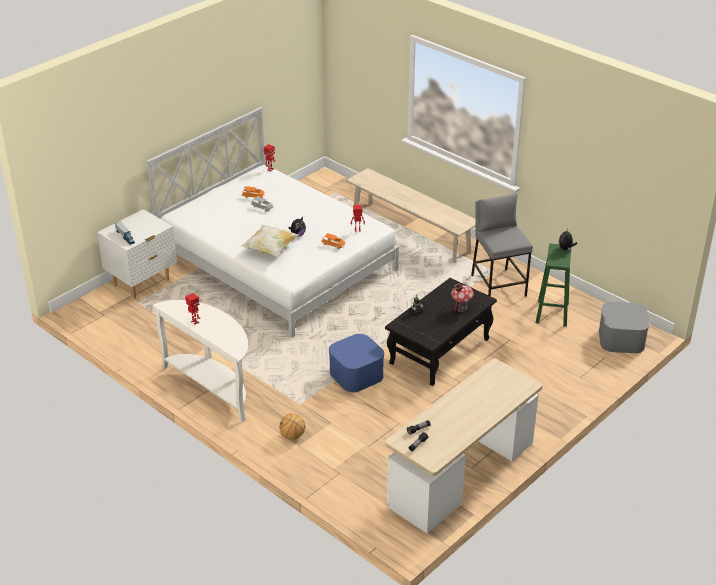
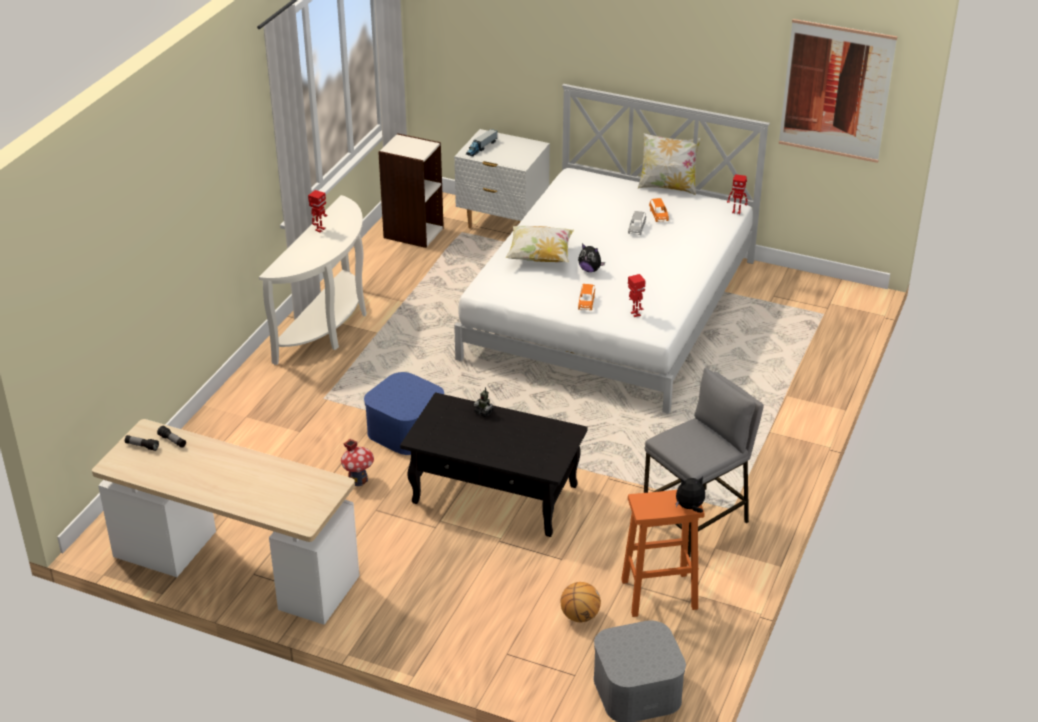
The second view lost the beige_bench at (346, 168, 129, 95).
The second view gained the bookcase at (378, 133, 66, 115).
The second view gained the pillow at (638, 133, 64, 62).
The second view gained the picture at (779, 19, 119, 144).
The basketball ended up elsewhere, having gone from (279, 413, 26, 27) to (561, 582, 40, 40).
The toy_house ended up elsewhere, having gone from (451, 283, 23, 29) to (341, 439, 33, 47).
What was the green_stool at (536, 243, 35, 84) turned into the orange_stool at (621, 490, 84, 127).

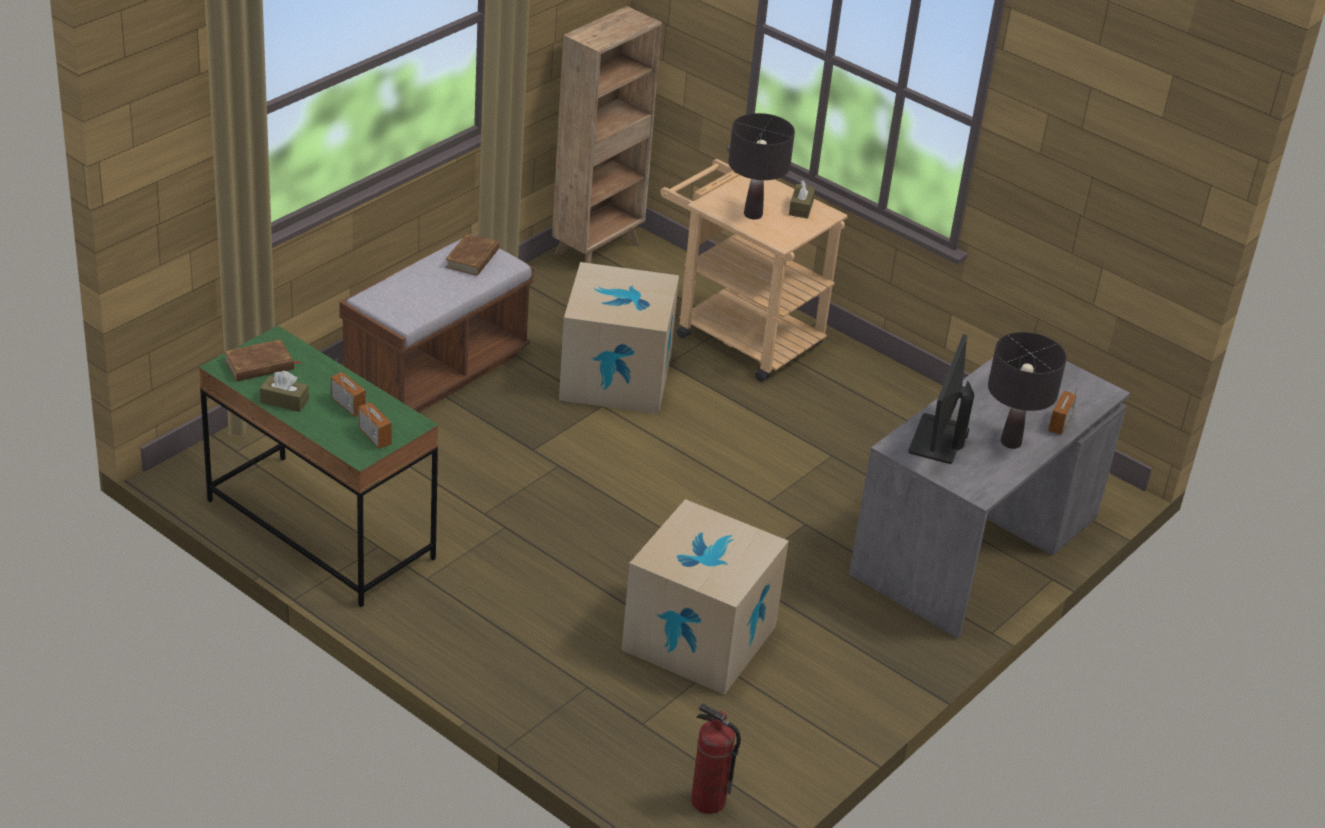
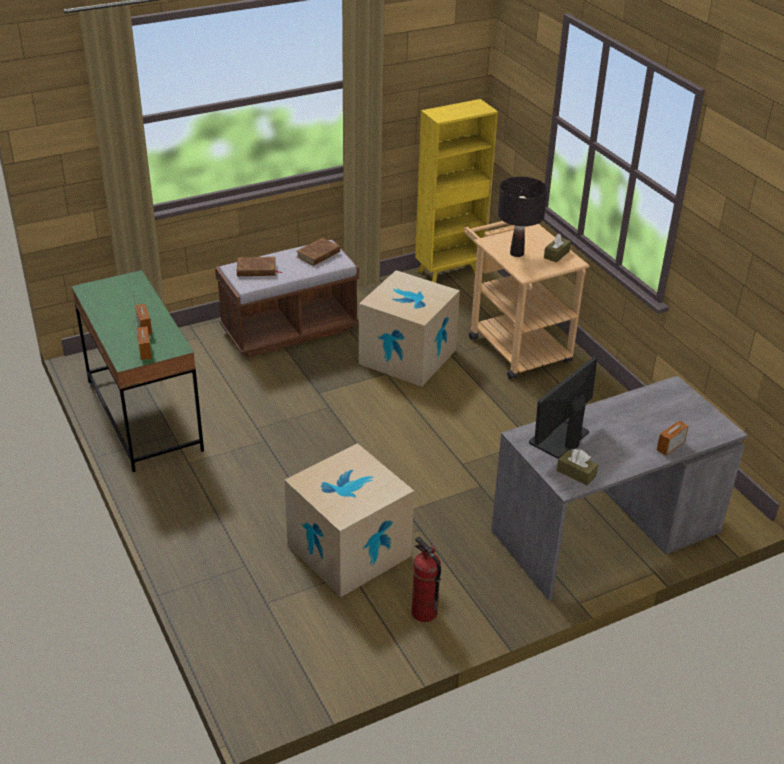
The second view lost the black_table_lamp at (988, 332, 79, 117).
The brown_book ended up elsewhere, having gone from (224, 339, 77, 43) to (237, 257, 45, 19).
The brown_tissue_box ended up elsewhere, having gone from (260, 371, 49, 41) to (557, 449, 41, 36).
The fire_extinguisher ended up elsewhere, having gone from (691, 703, 50, 111) to (411, 536, 30, 86).
What was the brown_bookcase at (552, 6, 110, 257) turned into the yellow_bookcase at (415, 99, 83, 184).

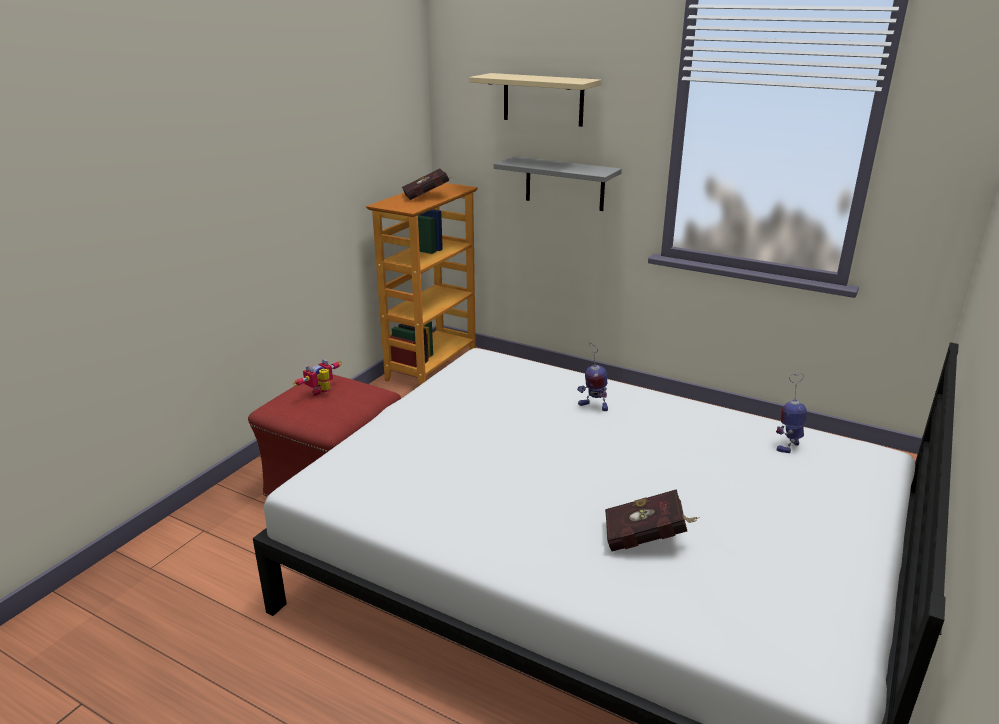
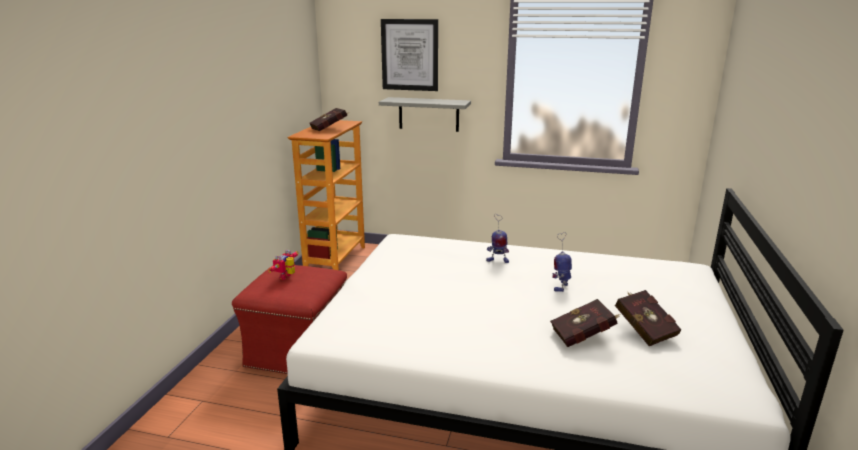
The second view gained the red_book at (615, 290, 67, 56).
The toy_robot ended up elsewhere, having gone from (776, 373, 31, 80) to (552, 232, 20, 60).
Where the beige_shelf hung at (469, 73, 132, 54), the picture came to hang at (381, 19, 57, 72).

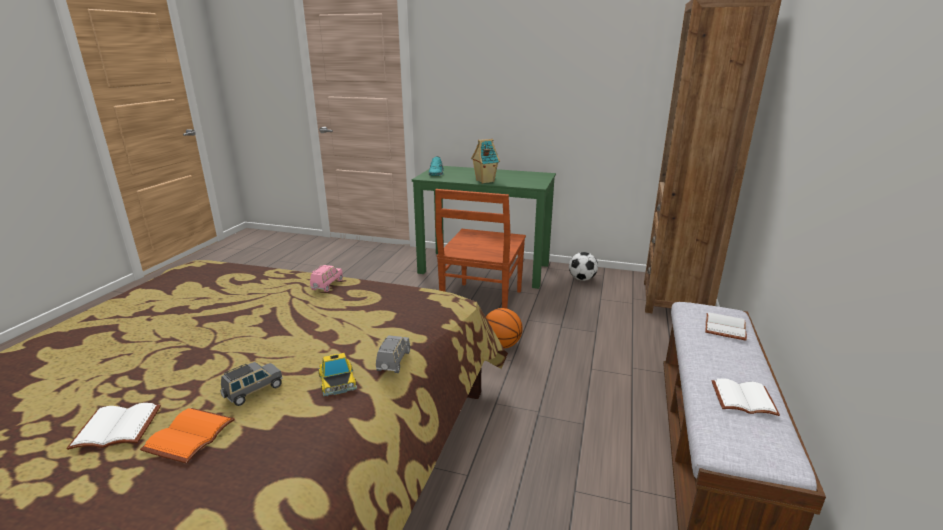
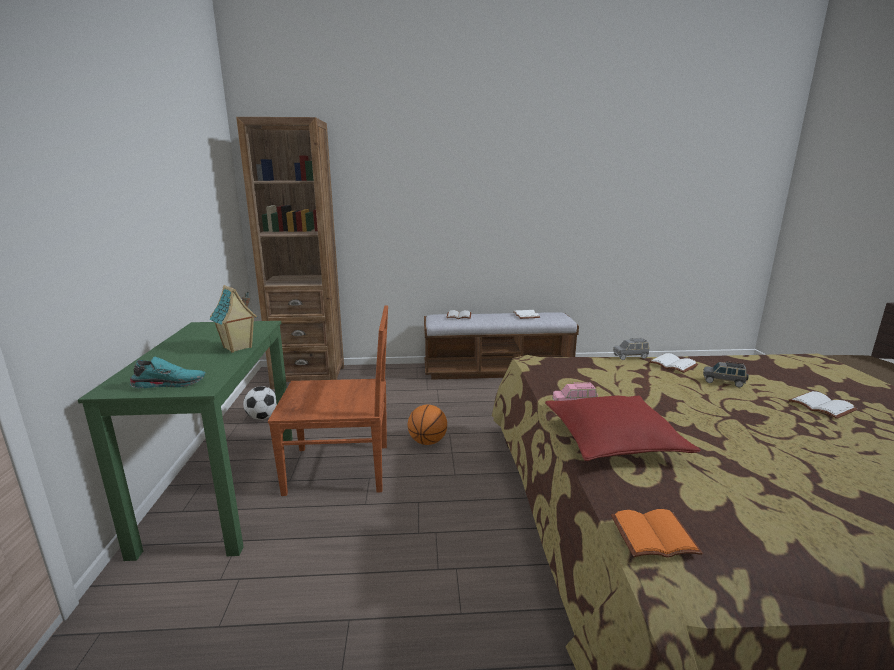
The second view gained the red_pillow at (545, 396, 156, 65).
The orange_book ended up elsewhere, having gone from (140, 408, 95, 56) to (611, 509, 92, 49).
Where the toy_car stood at (318, 353, 39, 43), the white_book came to stand at (649, 353, 49, 20).

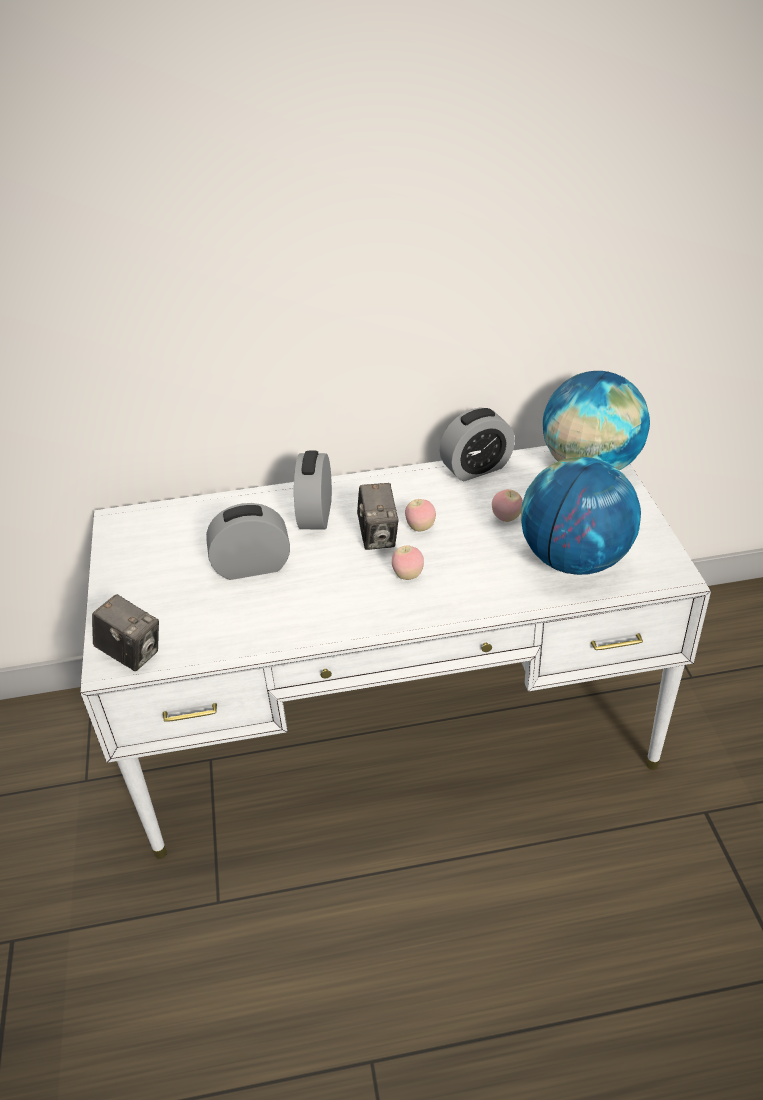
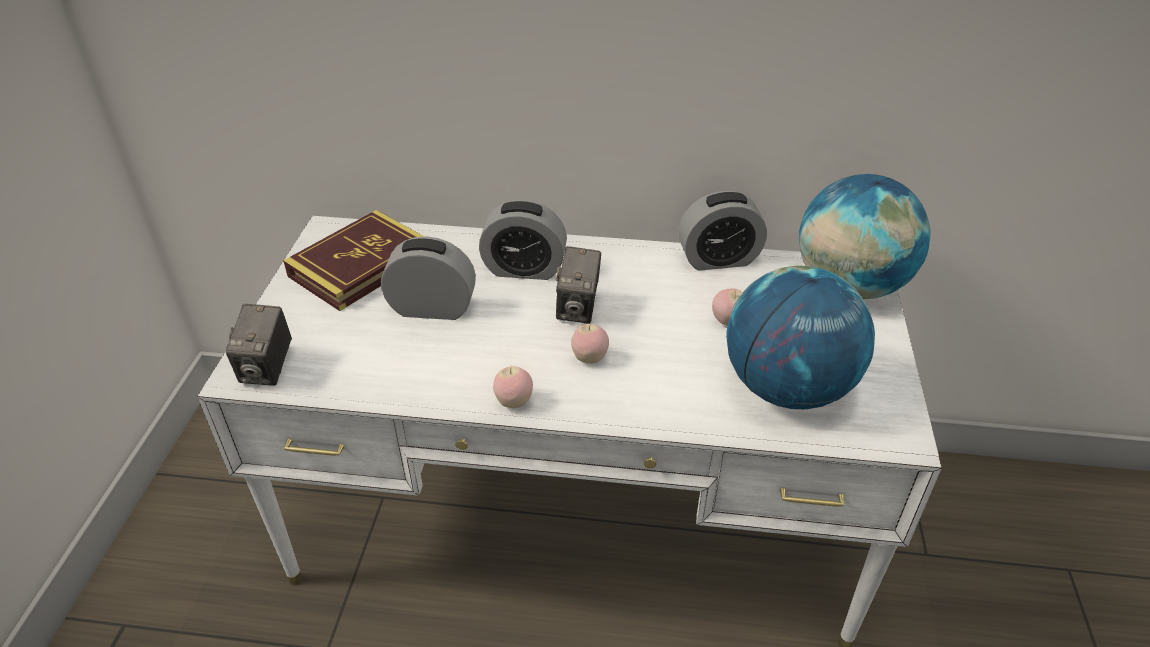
The second view gained the book at (283, 210, 141, 101).
The apple ended up elsewhere, having gone from (405, 499, 31, 33) to (493, 366, 40, 42).
The photo_camera at (92, 594, 67, 77) ended up facing another way, 45 degrees clockwise from before.
The alarm_clock at (294, 451, 38, 78) ended up facing another way, 105 degrees counterclockwise from before.

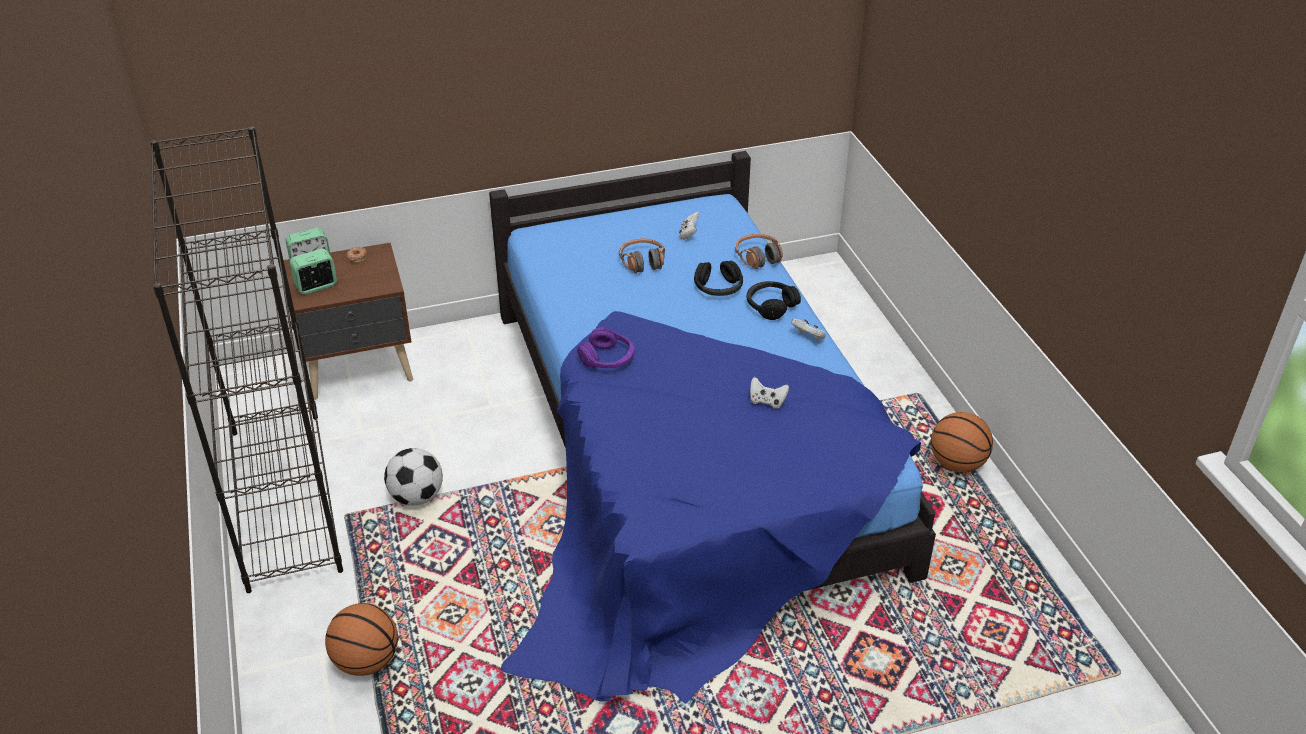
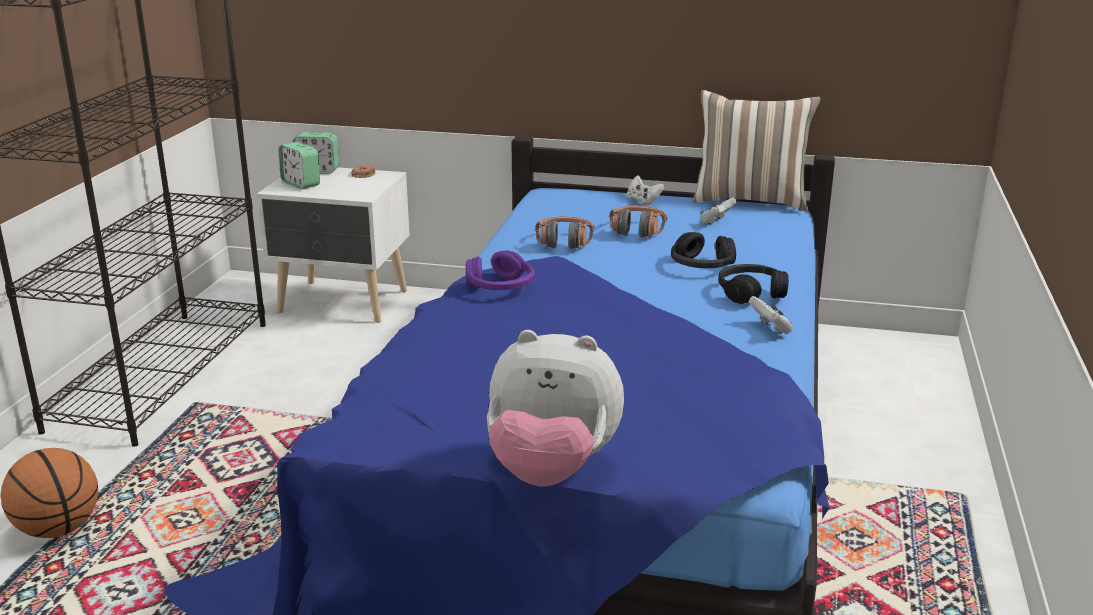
The second view lost the football at (384, 448, 59, 58).
The second view lost the basketball at (931, 412, 62, 61).
The second view gained the plush_toy at (486, 330, 138, 156).
The second view gained the pillow at (693, 90, 128, 121).
The headphones ended up elsewhere, having gone from (735, 234, 48, 35) to (535, 216, 60, 34).
The white_game_controller ended up elsewhere, having gone from (750, 377, 39, 32) to (627, 175, 37, 30).
What was the brown_nightstand at (283, 243, 130, 157) turned into the white_nightstand at (257, 167, 153, 156).
The alarm_clock at (290, 249, 47, 46) ended up facing another way, 135 degrees counterclockwise from before.

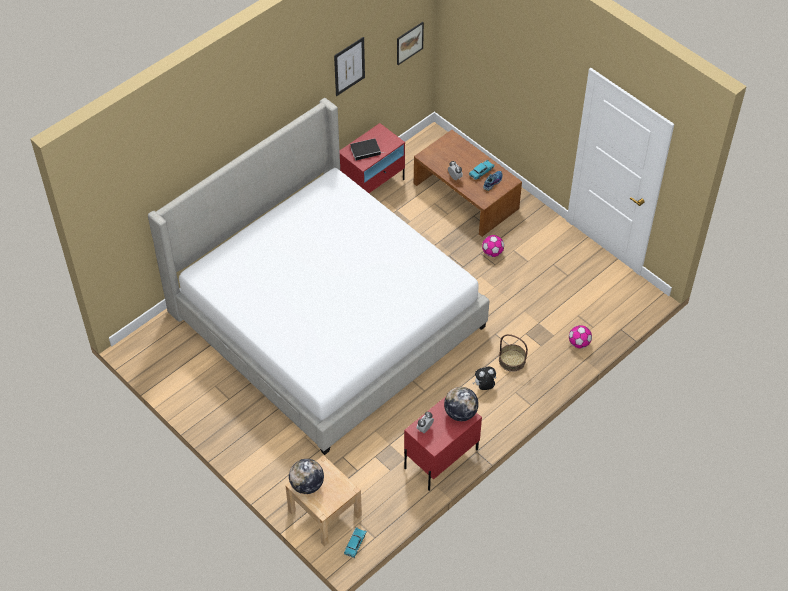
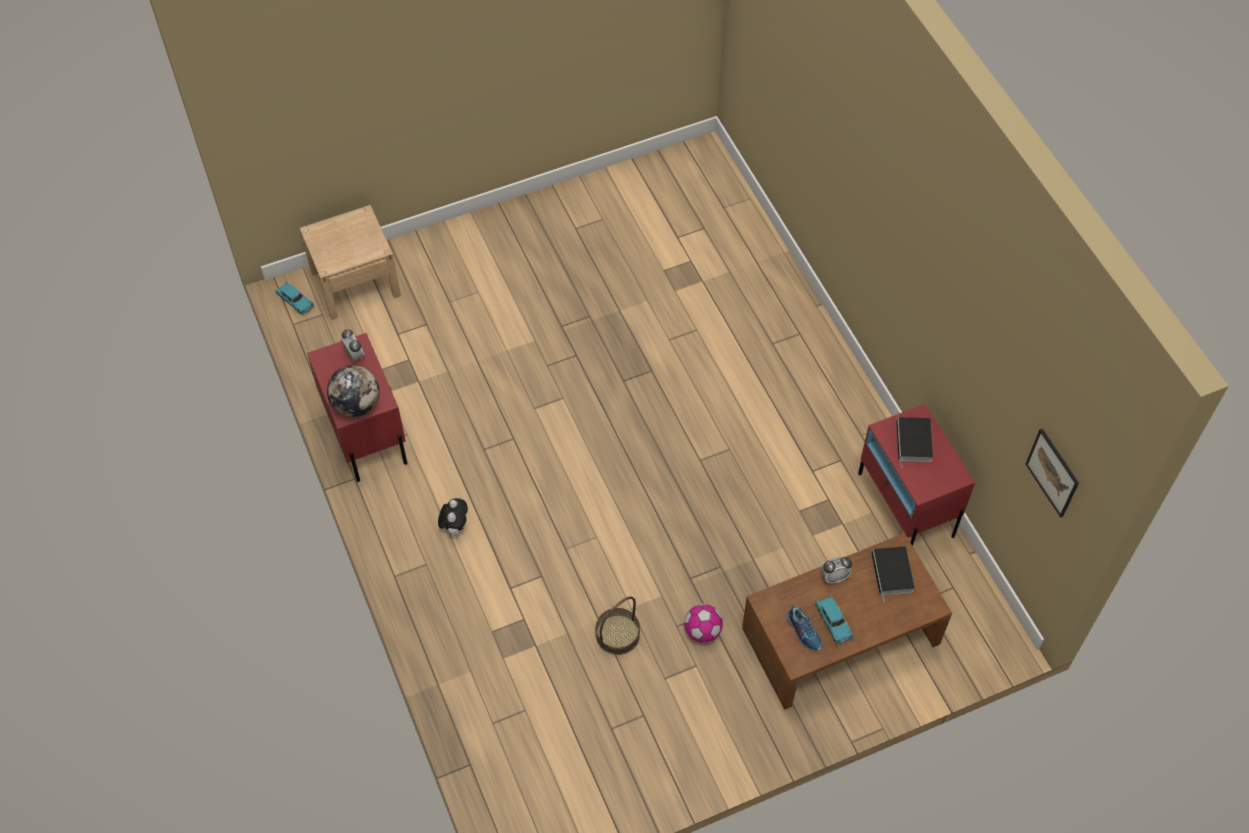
The second view lost the bed at (148, 98, 341, 357).
The second view lost the globe at (289, 459, 35, 35).
The second view lost the picture at (334, 37, 31, 59).
The second view lost the football at (569, 325, 23, 23).
The second view gained the book at (871, 546, 44, 57).
The basket ended up elsewhere, having gone from (499, 334, 29, 38) to (595, 596, 45, 59).

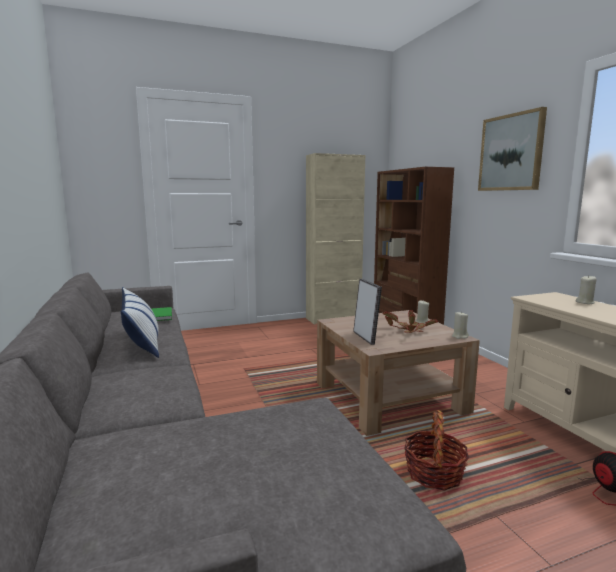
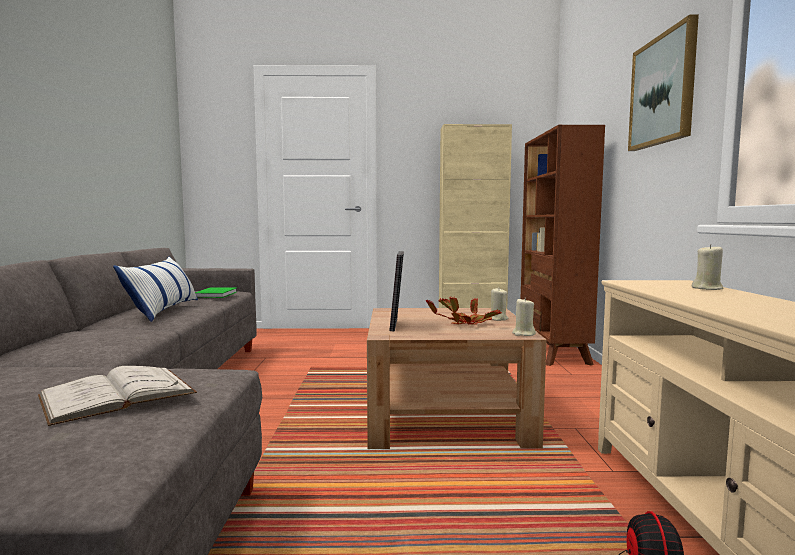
The second view lost the basket at (404, 410, 65, 81).
The second view gained the white_book at (38, 366, 159, 60).

